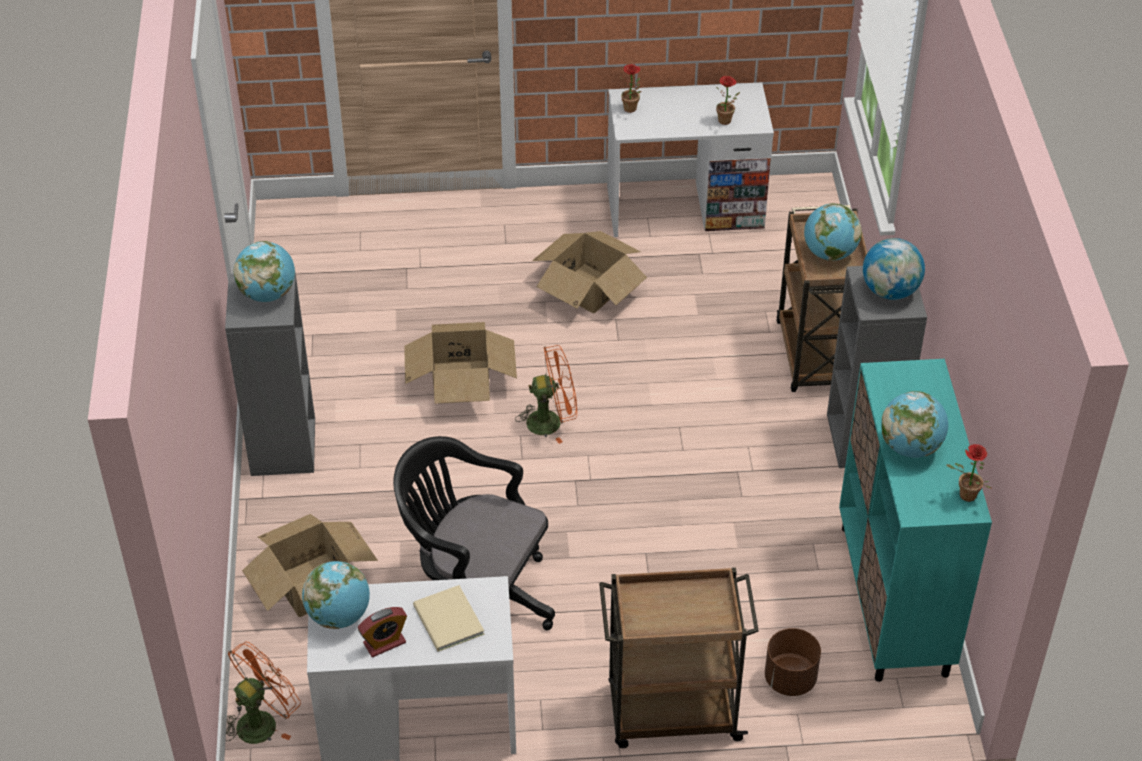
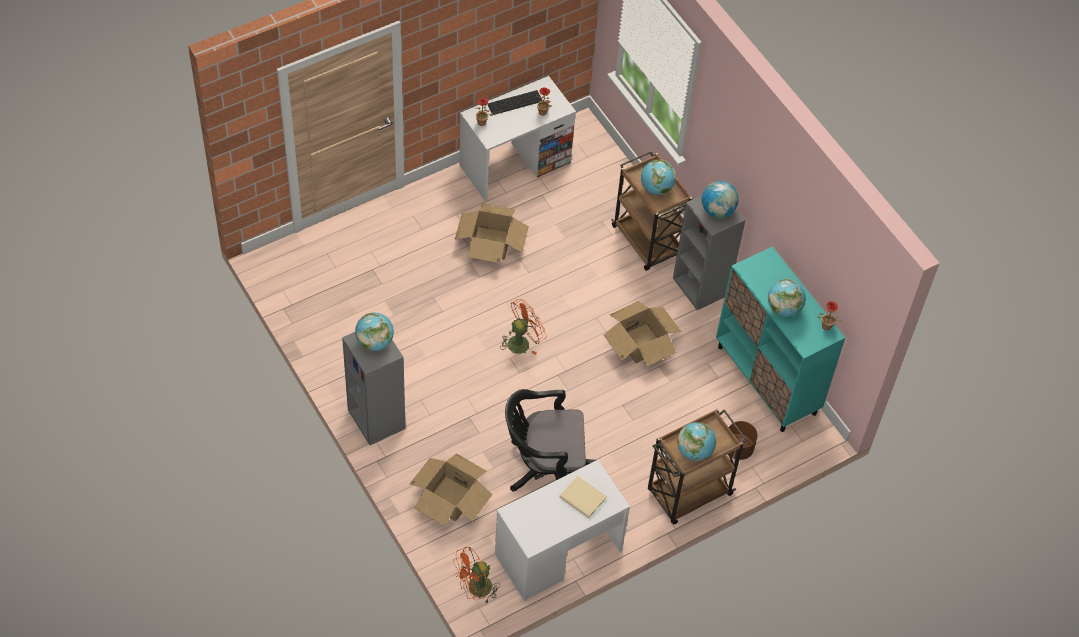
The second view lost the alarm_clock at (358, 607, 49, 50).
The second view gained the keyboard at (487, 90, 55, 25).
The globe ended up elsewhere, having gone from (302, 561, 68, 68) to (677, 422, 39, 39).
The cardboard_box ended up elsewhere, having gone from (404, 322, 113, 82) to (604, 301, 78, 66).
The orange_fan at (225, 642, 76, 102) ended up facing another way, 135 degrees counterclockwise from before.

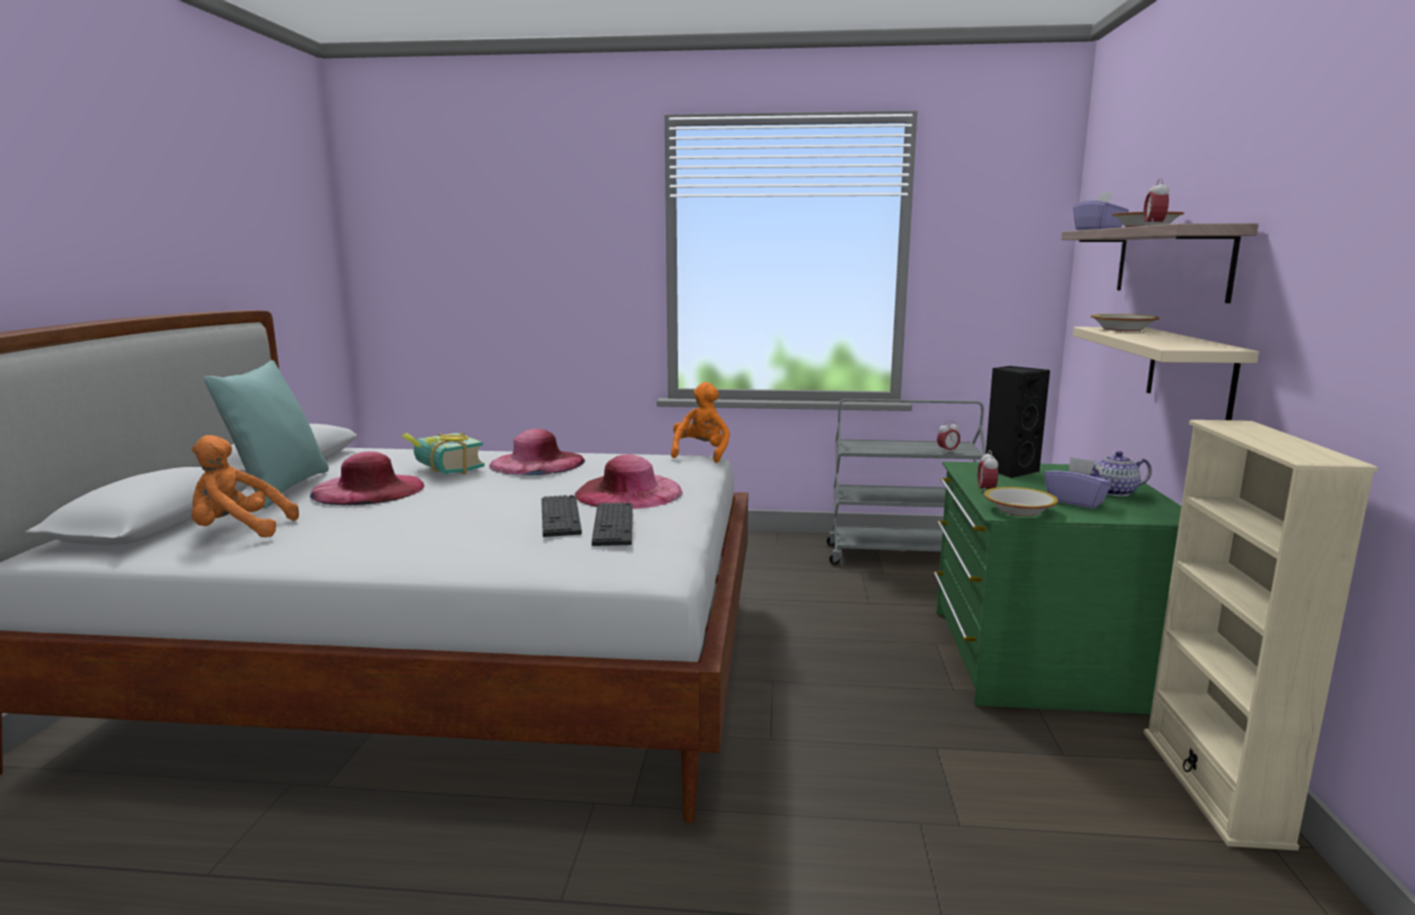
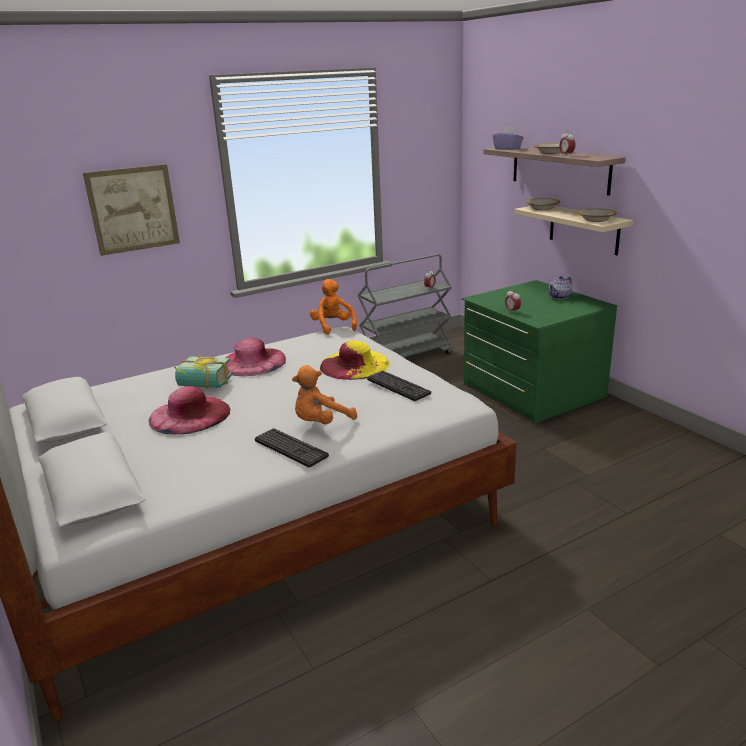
The second view lost the turquoise_pillow at (204, 360, 125, 148).
The second view lost the black_speaker at (986, 366, 64, 113).
The second view lost the purple_tissue_box at (1044, 457, 68, 52).
The second view lost the beige_bookcase at (1143, 420, 235, 431).
The second view gained the picture at (83, 164, 97, 92).
The orange_plush_toy ended up elsewhere, having gone from (191, 435, 108, 102) to (292, 365, 65, 59).
The keyboard ended up elsewhere, having gone from (541, 495, 41, 42) to (255, 428, 74, 40).
The bowl ended up elsewhere, having gone from (984, 487, 74, 29) to (578, 209, 39, 13).
What was the pink_hat at (575, 454, 108, 55) turned into the yellow_hat at (320, 340, 69, 40).

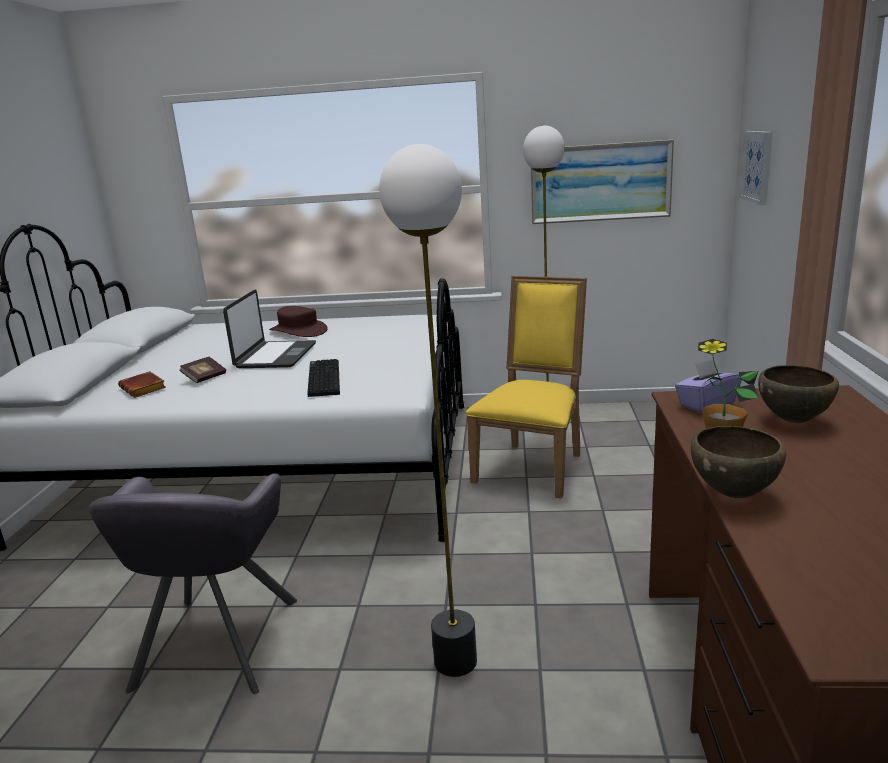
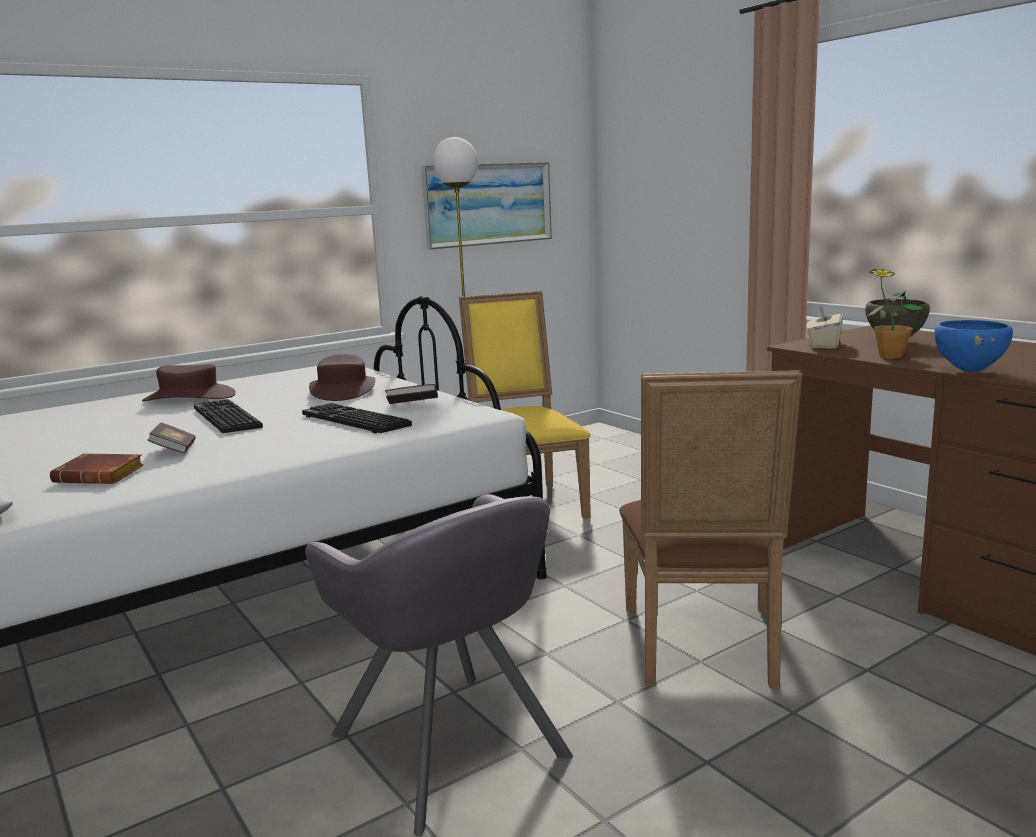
The second view lost the picture at (739, 131, 34, 74).
The second view gained the brown_hat at (309, 354, 66, 47).
The second view gained the book at (385, 384, 53, 20).
Where the laptop stood at (223, 290, 93, 78), the keyboard came to stand at (194, 399, 69, 34).
Where the floor_lamp stood at (379, 144, 98, 533), the brown_chair came to stand at (619, 370, 183, 318).
What was the purple_tissue_box at (675, 359, 67, 54) turned into the beige_tissue_box at (807, 305, 36, 43).
What was the brown_bowl at (691, 426, 95, 72) turned into the blue_bowl at (935, 320, 78, 52).

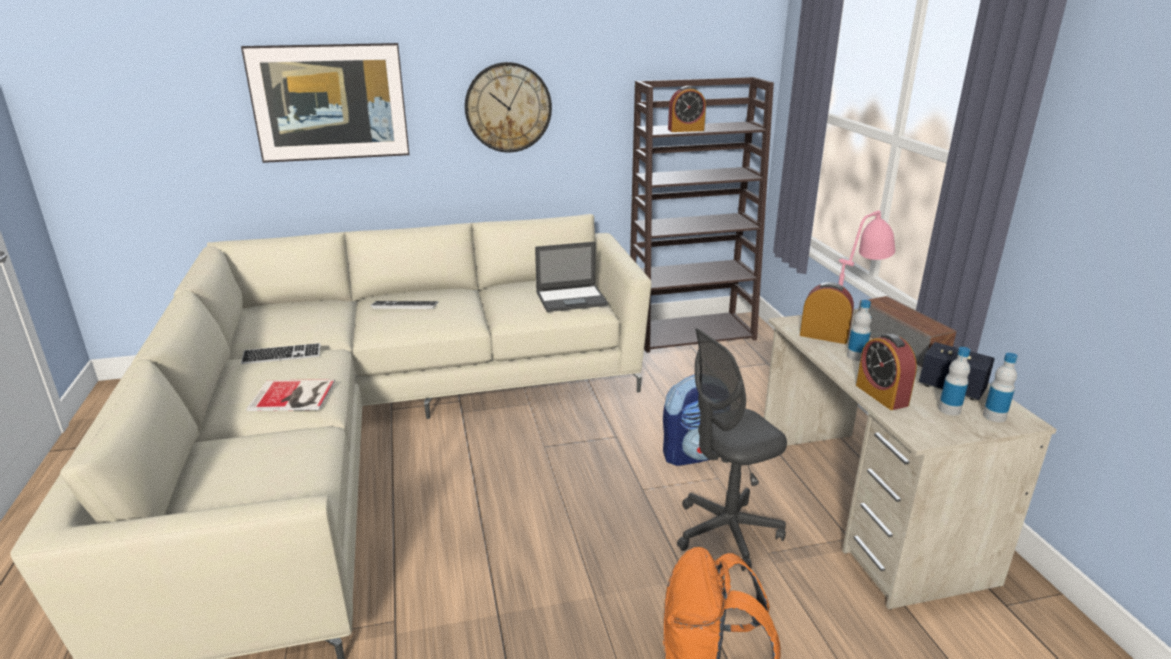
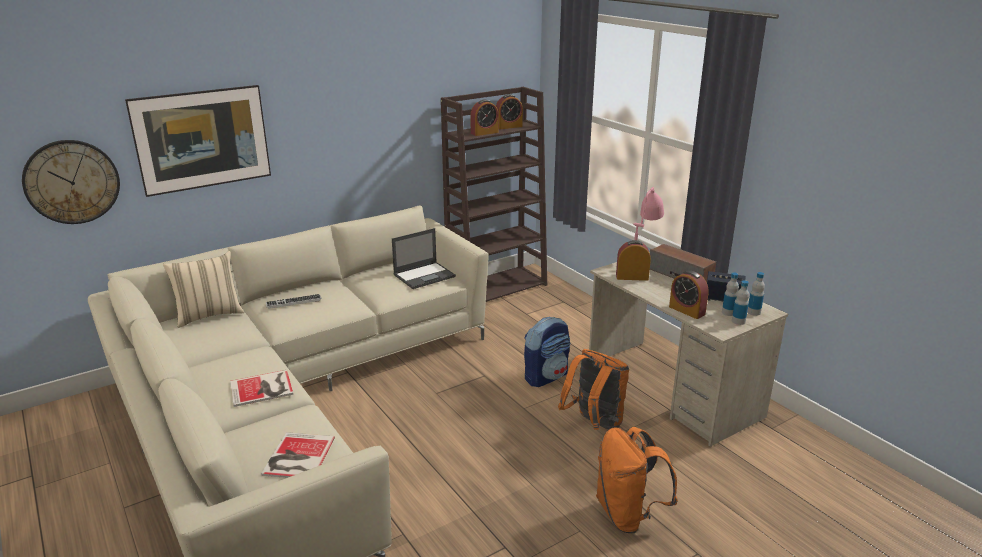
The second view lost the keyboard at (241, 343, 80, 21).
The second view gained the beige_pillow at (163, 251, 82, 77).
The second view gained the book at (261, 432, 74, 46).
The second view gained the alarm_clock at (496, 94, 27, 35).
The wall_clock ended up elsewhere, having gone from (465, 62, 87, 91) to (22, 140, 98, 84).
The bottle ended up elsewhere, having gone from (847, 300, 25, 61) to (732, 280, 17, 45).
Where the grey_office_chair stood at (677, 328, 110, 243), the orange_backpack came to stand at (558, 349, 71, 81).

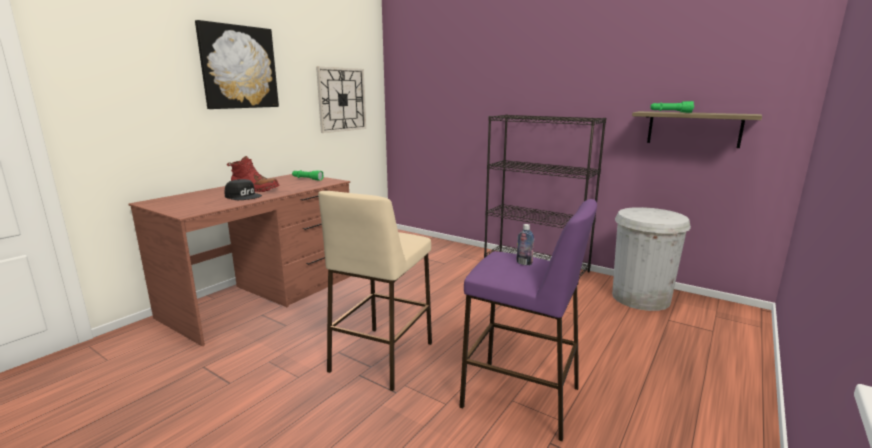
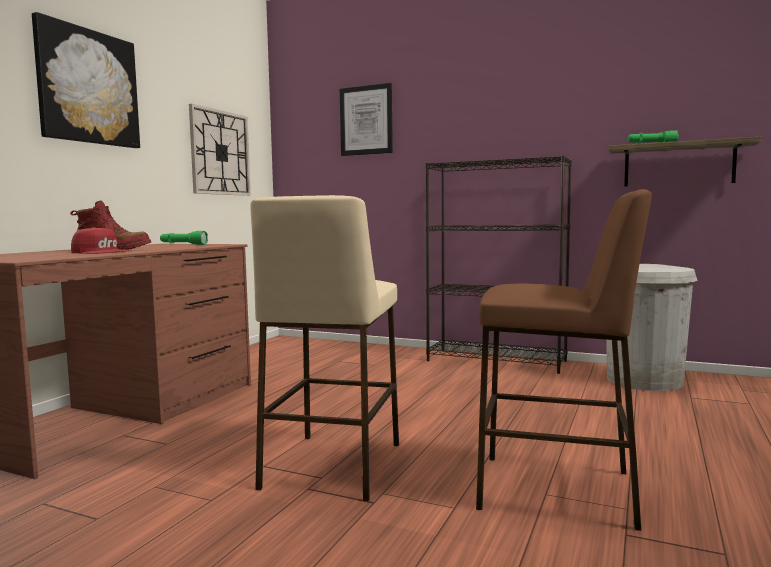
The second view lost the bottle at (516, 224, 18, 41).
The second view gained the picture at (340, 83, 53, 73).
What was the black_cap at (224, 179, 38, 21) turned into the red_cap at (71, 227, 58, 27).
What was the purple_stool at (459, 199, 138, 242) turned into the brown_stool at (476, 189, 176, 342).

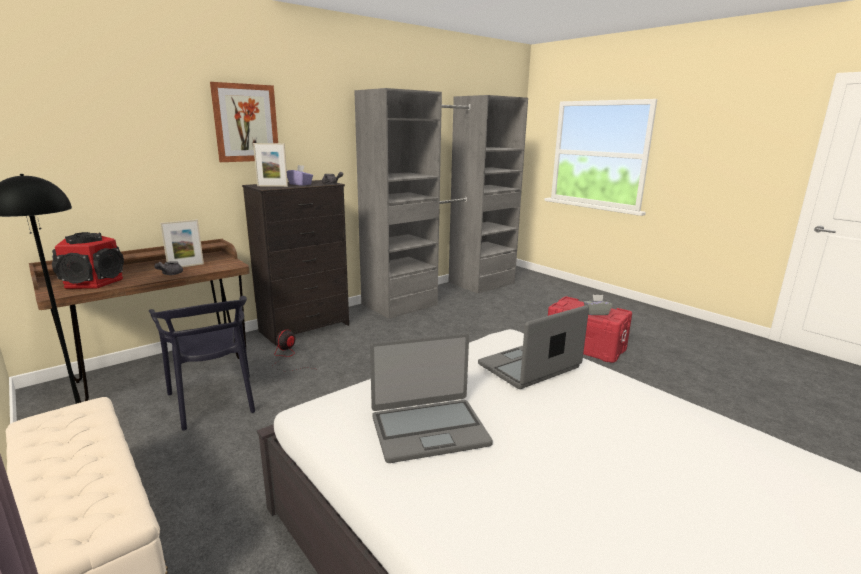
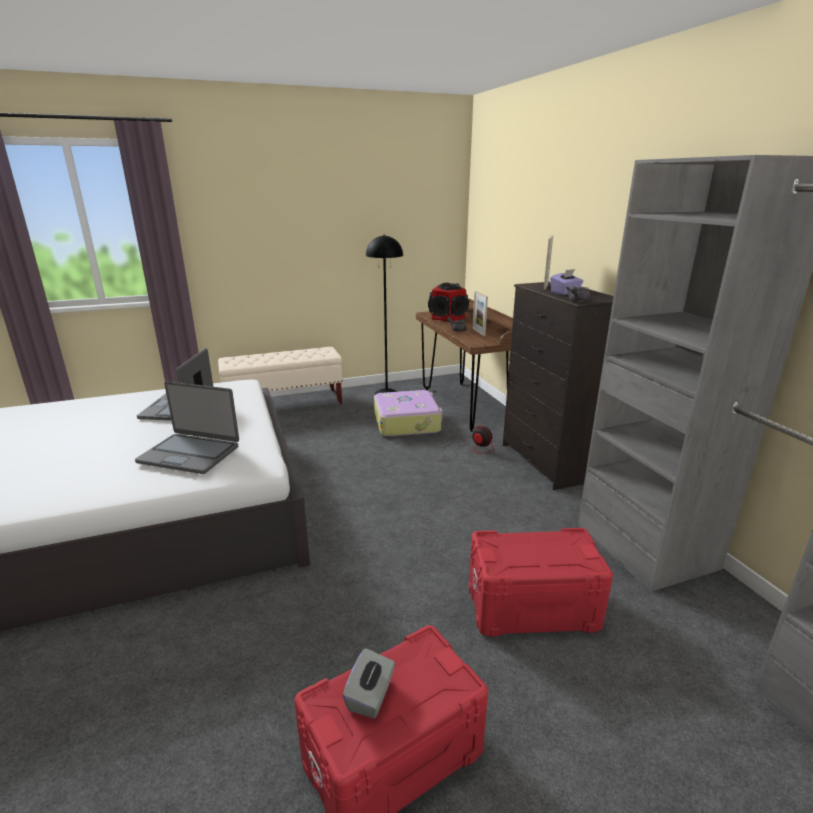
The second view lost the picture at (210, 82, 68, 80).
The second view gained the red_storage_box at (469, 528, 144, 109).
Where the black_chair stood at (149, 296, 106, 134), the suitcase came to stand at (374, 390, 69, 47).
The laptop at (478, 305, 111, 84) ended up facing another way, 120 degrees clockwise from before.

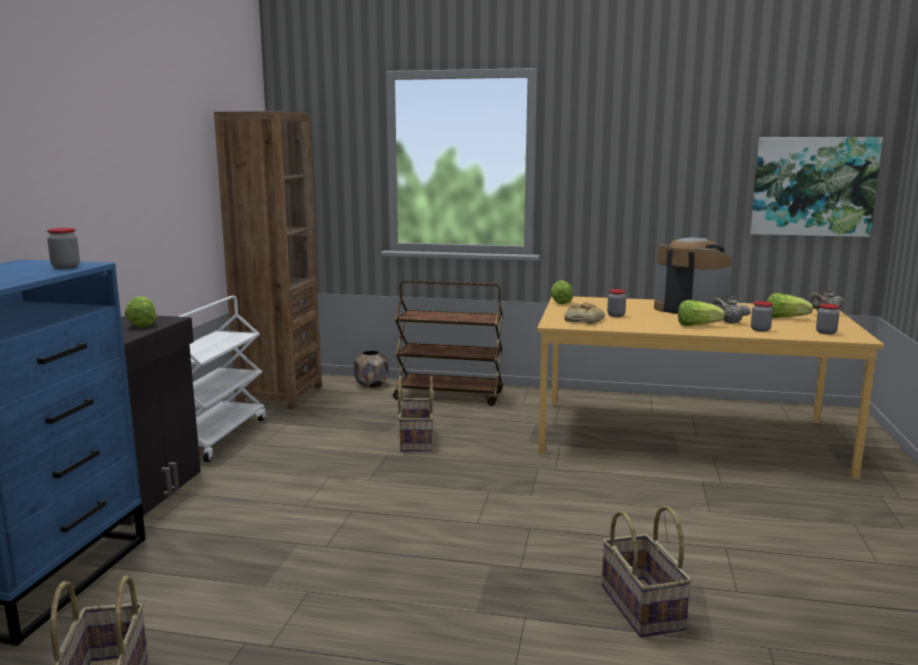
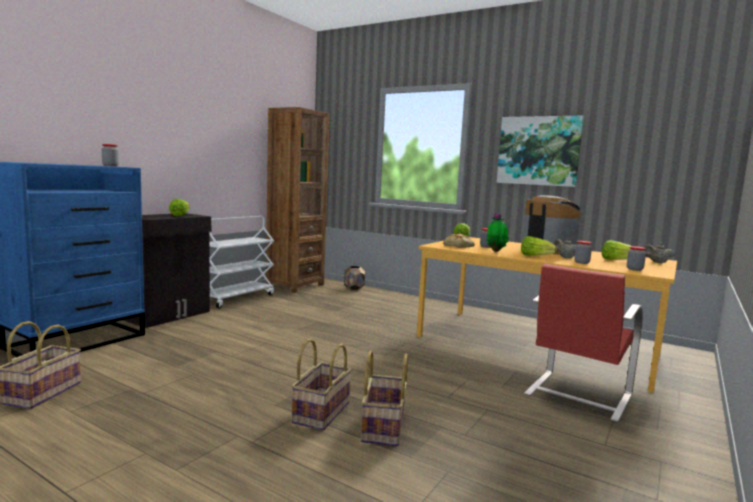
The second view lost the brown_cart at (393, 280, 110, 126).
The second view gained the potted_plant at (487, 212, 22, 40).
The second view gained the red_chair at (524, 263, 119, 160).
The basket ended up elsewhere, having gone from (398, 376, 36, 76) to (291, 338, 61, 92).
The picture ended up elsewhere, having gone from (750, 137, 133, 100) to (497, 116, 87, 71).

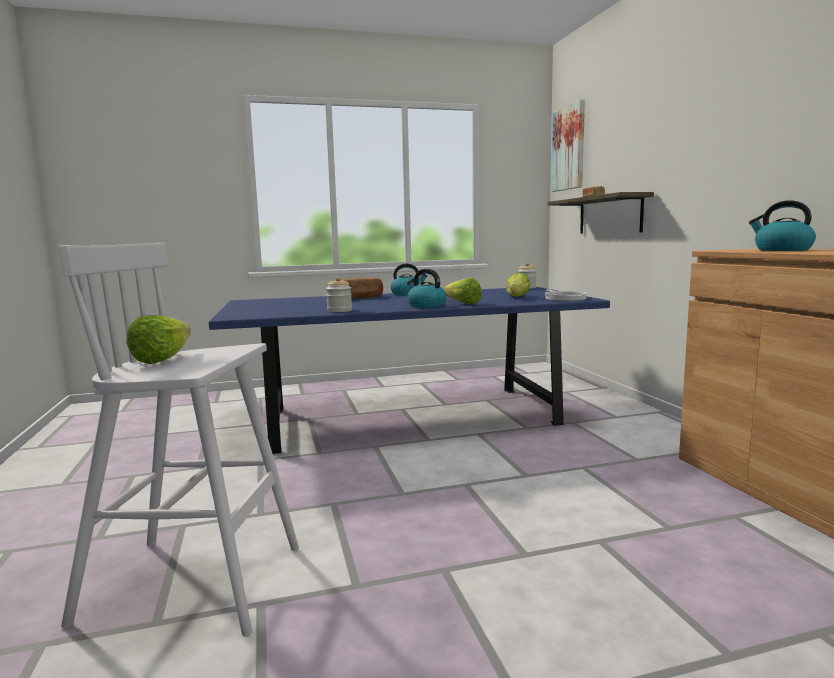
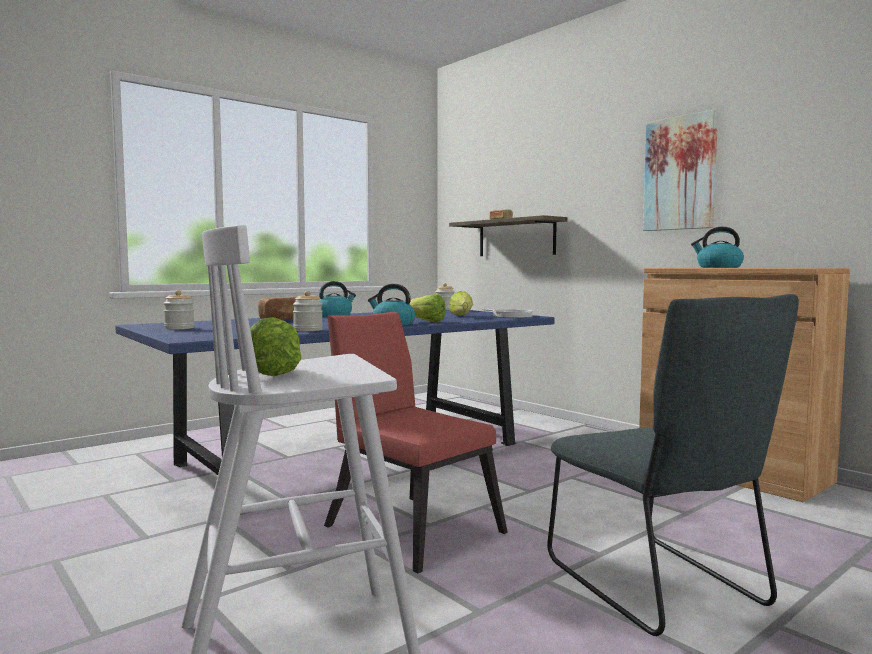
The second view gained the jar at (163, 290, 32, 39).
The second view gained the red_chair at (324, 312, 184, 261).
The second view gained the grey_chair at (547, 294, 252, 342).
The picture ended up elsewhere, having gone from (551, 100, 34, 92) to (643, 109, 75, 122).

